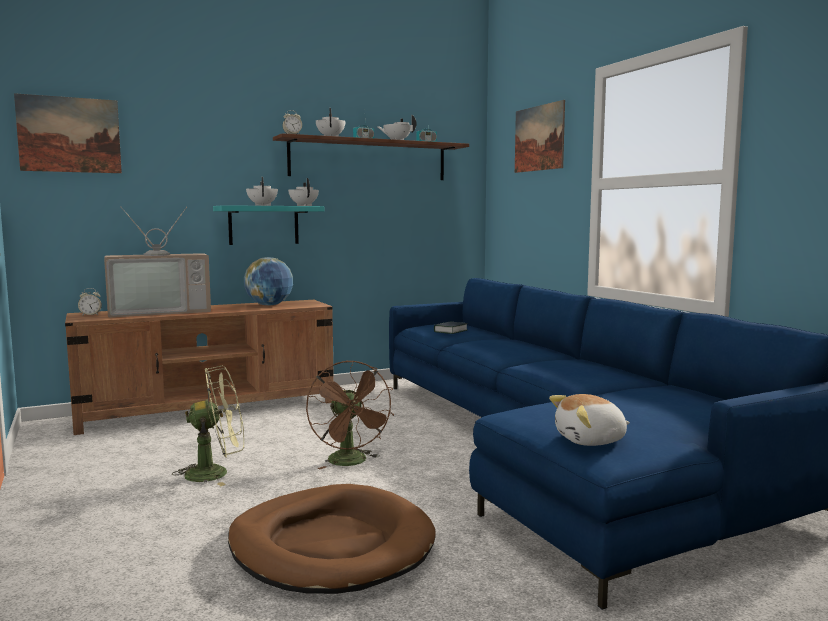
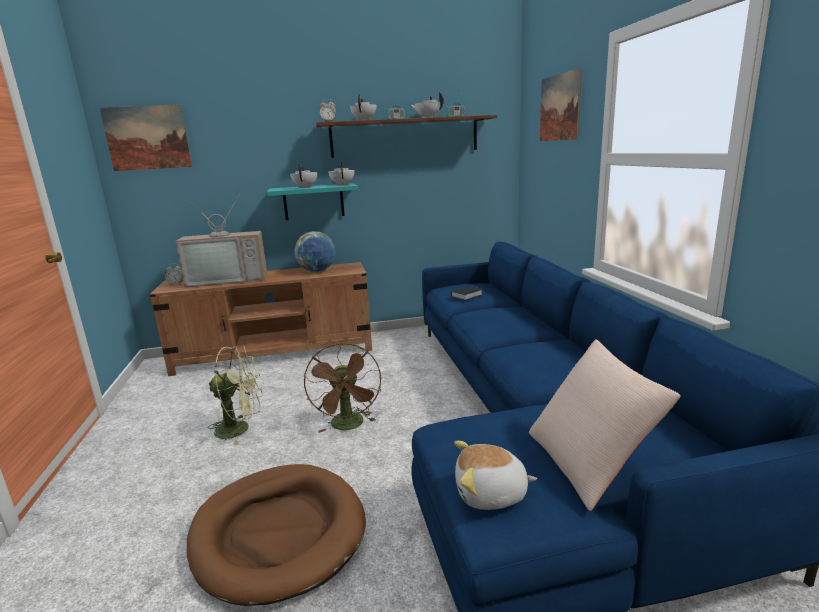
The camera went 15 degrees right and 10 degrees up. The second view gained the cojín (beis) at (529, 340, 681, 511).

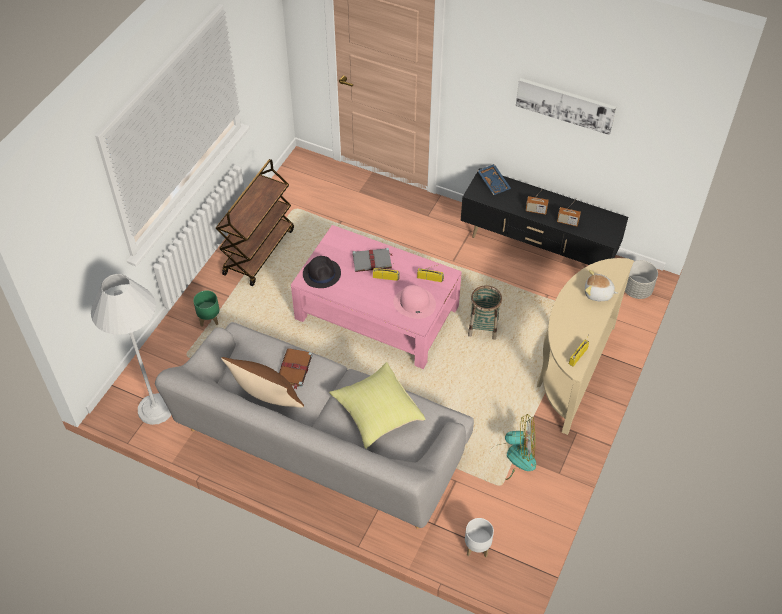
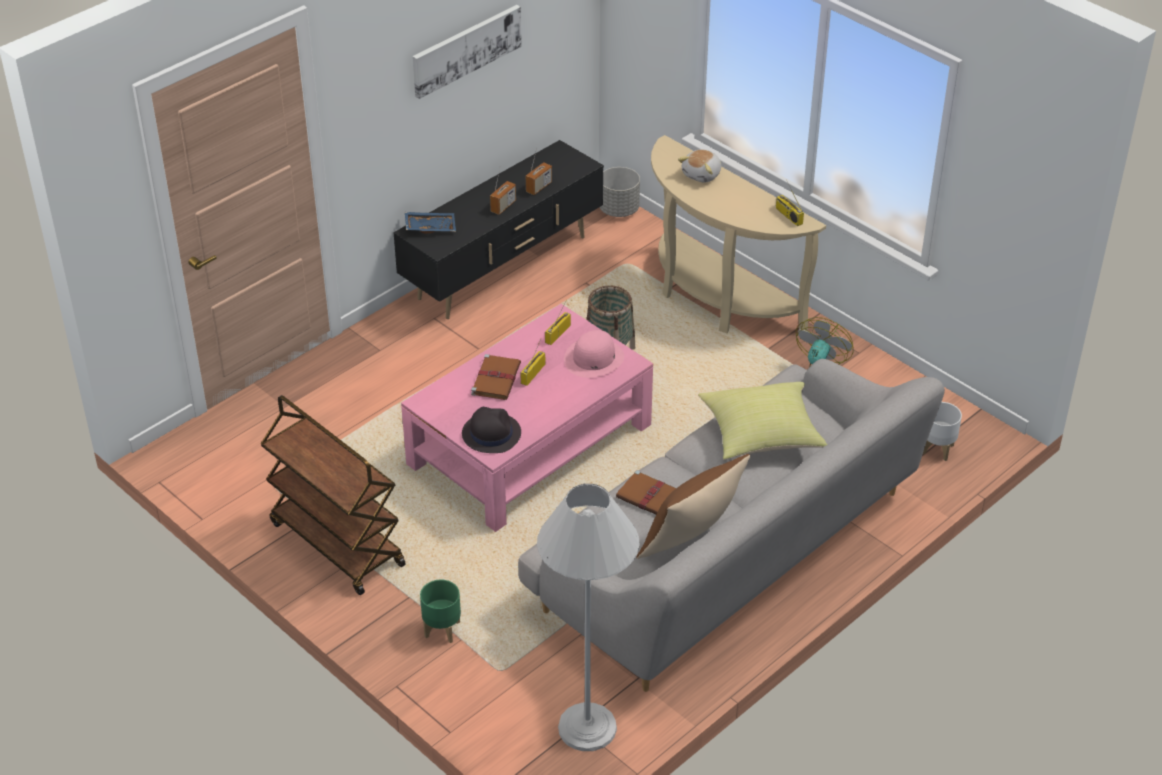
The camera went 70 degrees left and 10 degrees down. What was the libro (gris) at (352, 248, 393, 272) turned into the libro (marrón) at (471, 354, 521, 400).

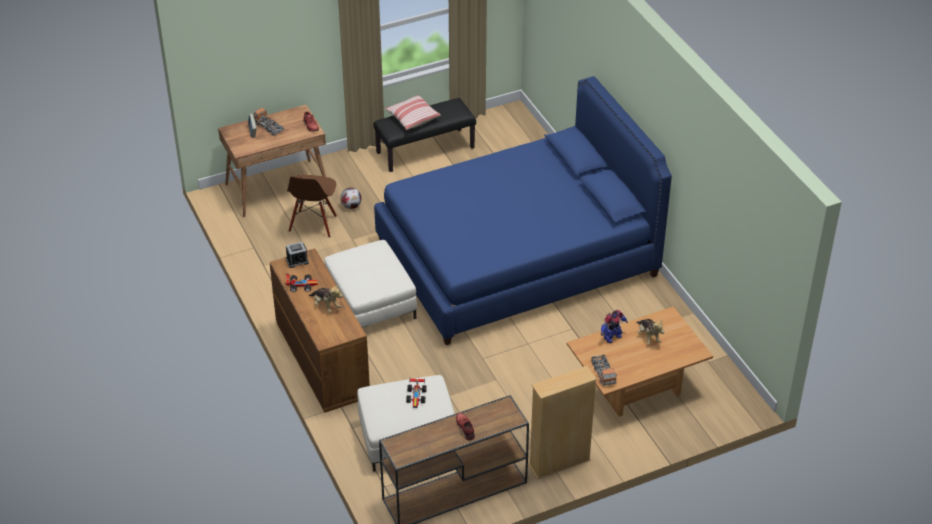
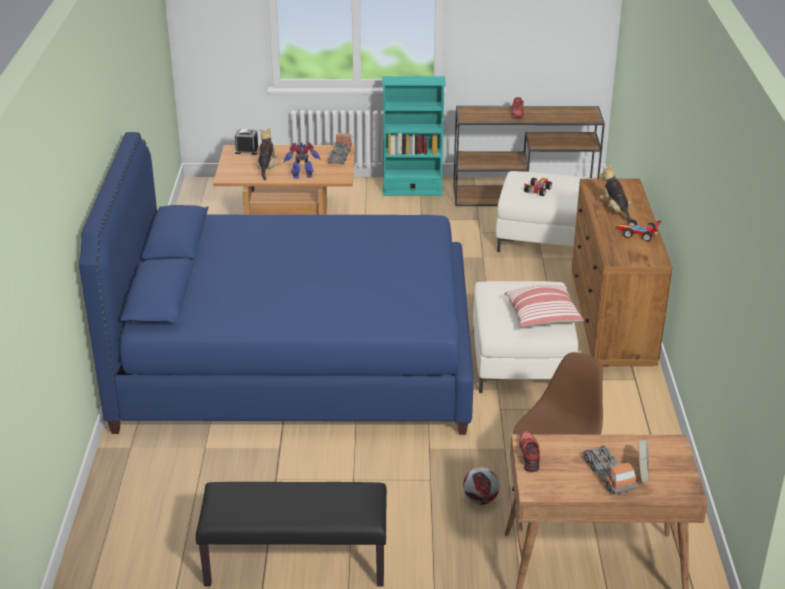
The camera went 155 degrees left and 10 degrees down. The despertador ended up elsewhere, having gone from (286, 242, 309, 268) to (235, 129, 259, 155). The cojín ended up elsewhere, having gone from (385, 95, 441, 130) to (504, 285, 584, 327). What was the estantería (beis) at (528, 366, 597, 479) turned into the estantería (turquesa) at (382, 76, 446, 196).

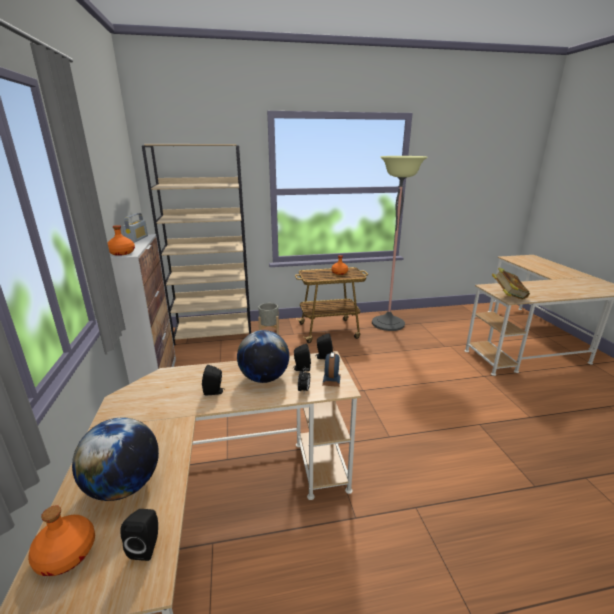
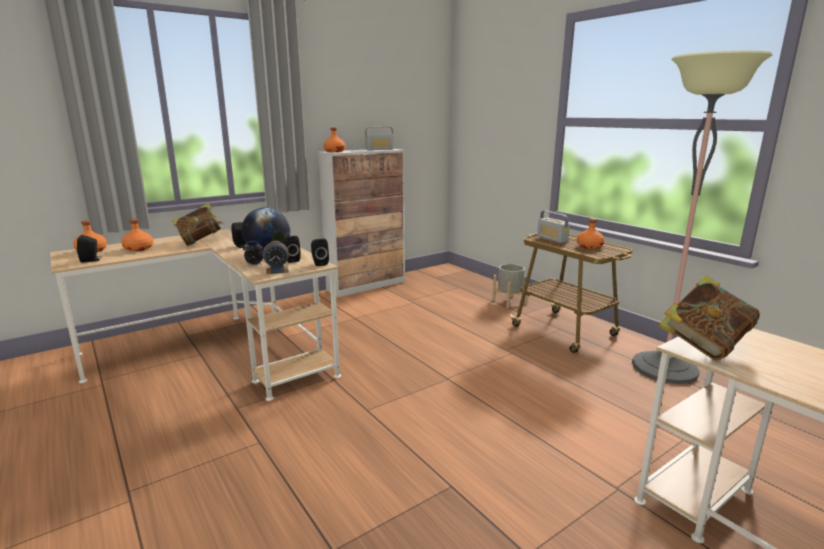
The camera went 65 degrees right and 5 degrees down. The second view lost the estantería (beis) at (142, 144, 251, 345). The second view gained the libro at (172, 203, 223, 246). The second view gained the radio at (537, 211, 570, 243). Where the globo terráqueo stood at (72, 417, 159, 501), the botella (naranja) came to stand at (121, 219, 153, 251).

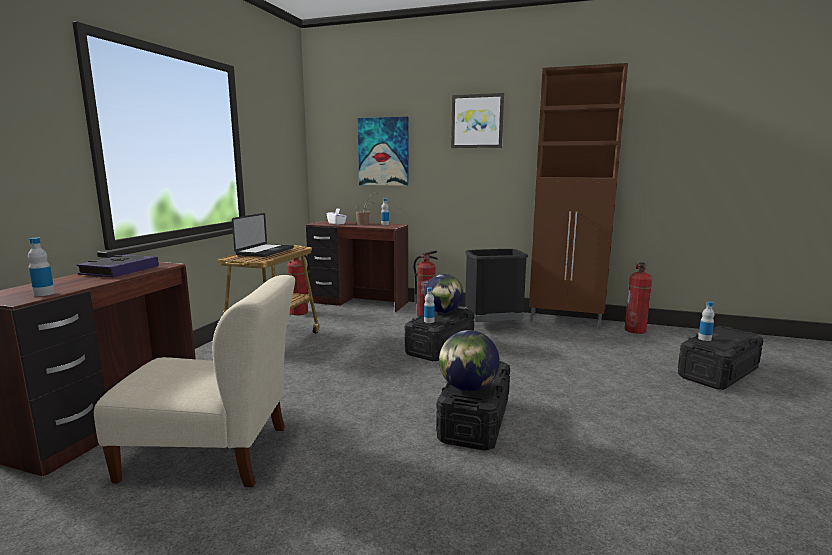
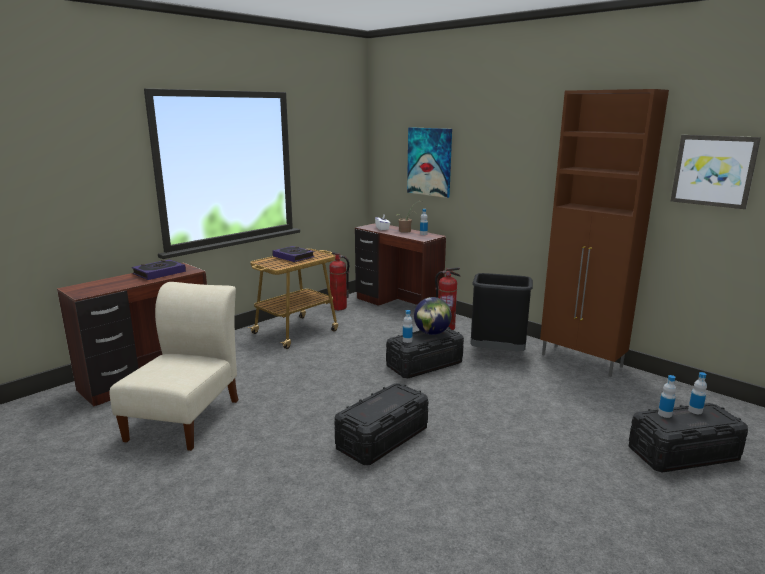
The camera went 25 degrees right and 5 degrees up. The second view lost the globo terráqueo at (439, 330, 500, 391). The second view lost the extintor at (625, 262, 652, 334). The botella ended up elsewhere, having gone from (28, 238, 55, 296) to (688, 372, 707, 414). The cuadro ended up elsewhere, having gone from (451, 93, 504, 148) to (671, 135, 761, 209). Where the portátil stood at (232, 213, 294, 257), the libro came to stand at (272, 246, 314, 262). The silla (beis) at (94, 275, 295, 487) ended up facing another way, 105 degrees counterclockwise from before.

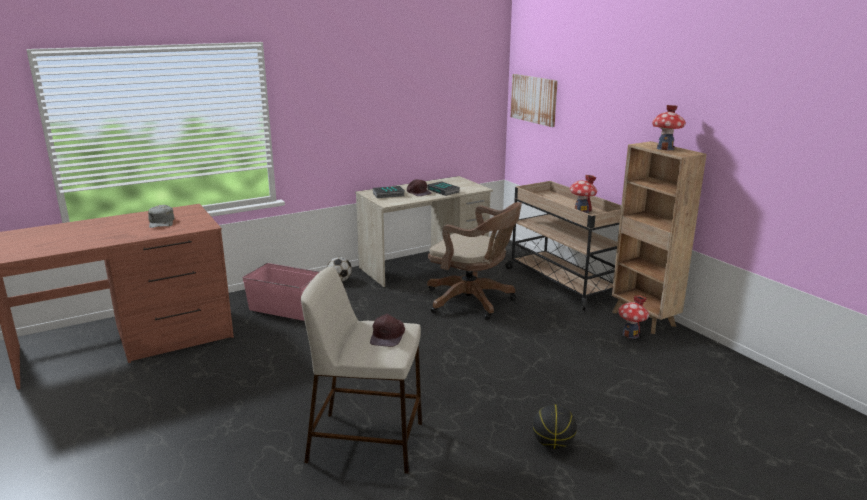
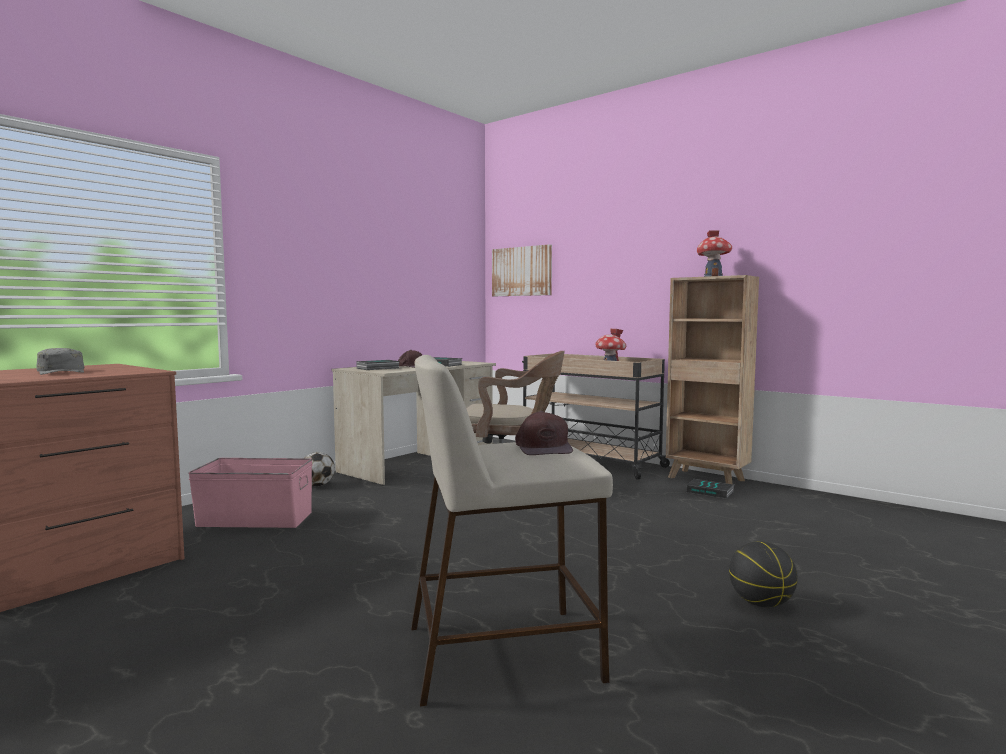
The camera went 20 degrees left and 15 degrees down. Where the casita stood at (618, 295, 649, 339), the libro came to stand at (686, 479, 734, 499).

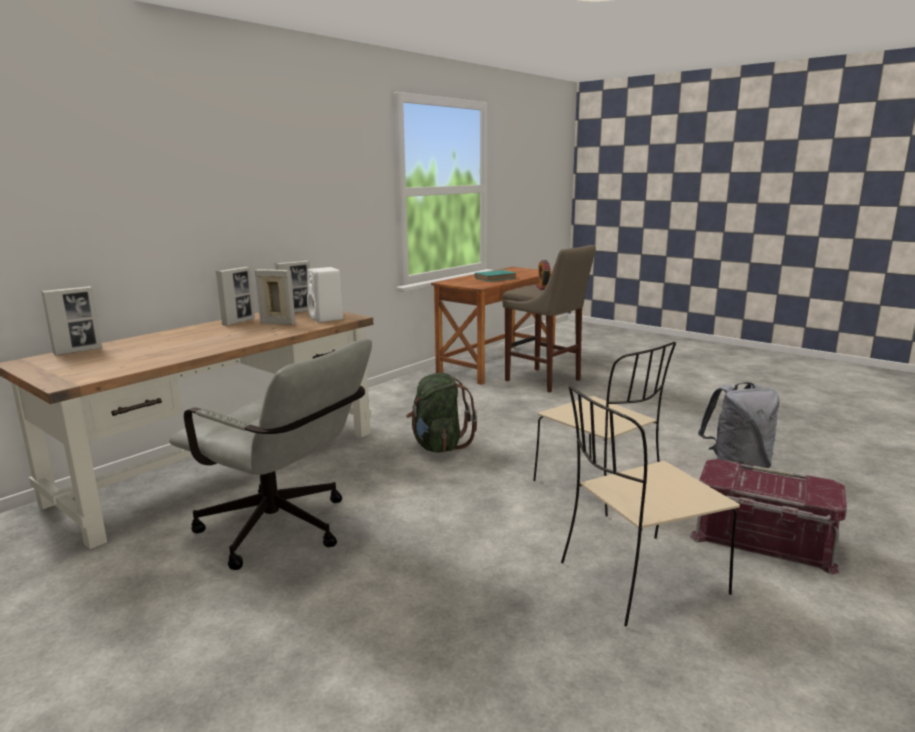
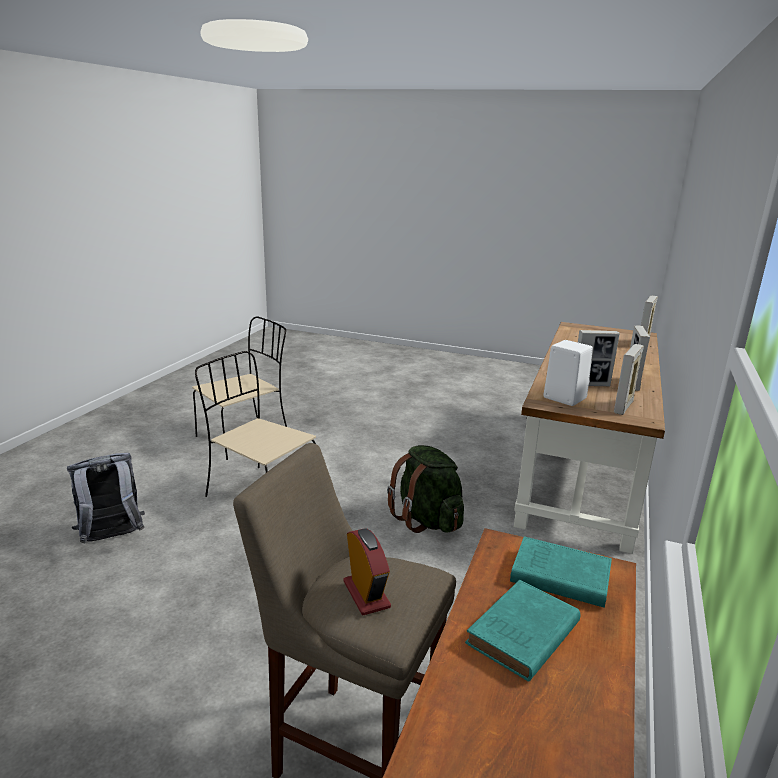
The camera went 160 degrees right and 5 degrees up. The second view lost the silla de oficina (gris) at (169, 339, 372, 570). The second view lost the caja de almacenaje (rojo) at (690, 459, 847, 574). The second view gained the libro (turquesa) at (510, 536, 612, 608).

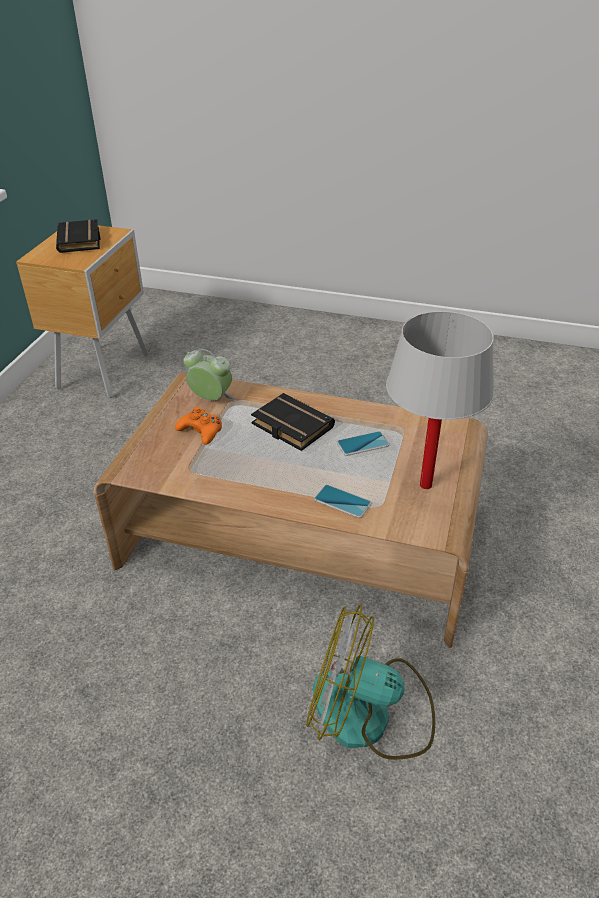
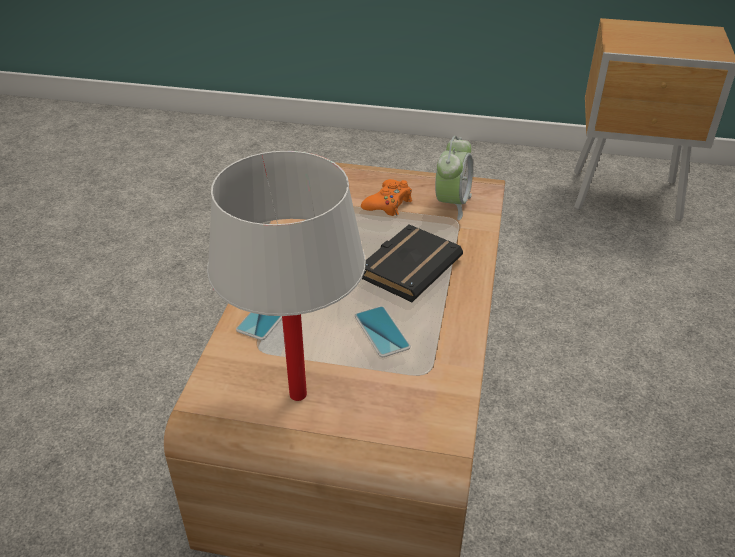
The camera went 85 degrees right and 0 degrees up. The second view lost the libro (negro) at (56, 219, 100, 253). The second view lost the ventilador at (306, 604, 435, 760).

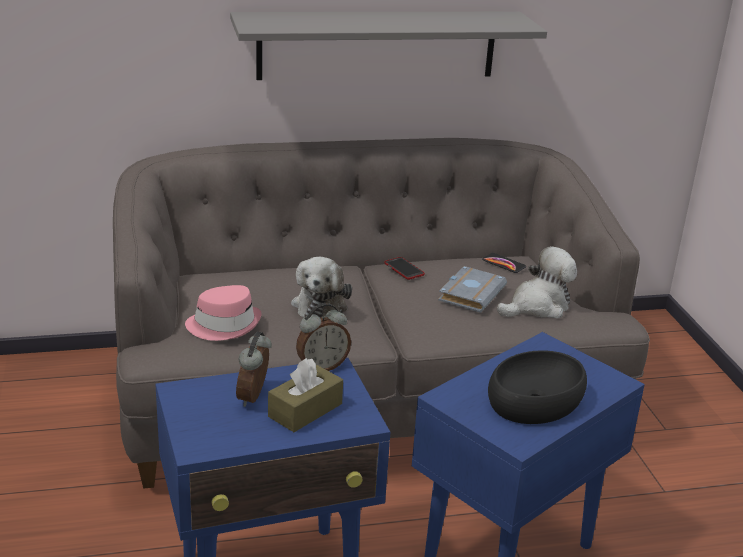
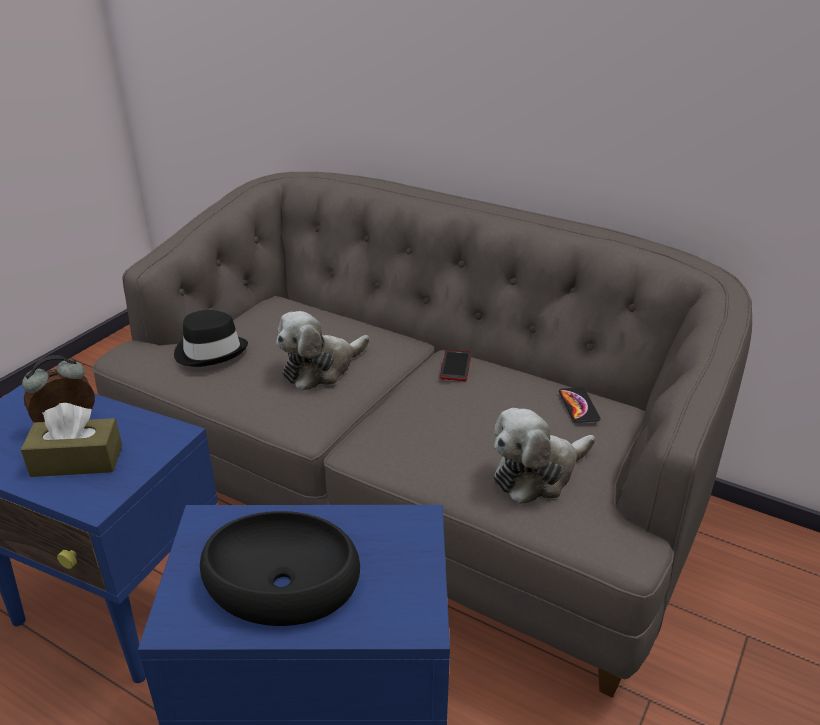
The camera went 45 degrees right and 5 degrees up. The second view lost the estante (gris) at (230, 12, 547, 80). The second view lost the despertador at (296, 303, 351, 371). The second view lost the libro (gris) at (438, 266, 507, 313). What was the sombrero (rosa) at (185, 285, 262, 341) turned into the sombrero (negro) at (174, 310, 248, 367). The peluche at (497, 246, 577, 319) ended up facing another way, 135 degrees clockwise from before.

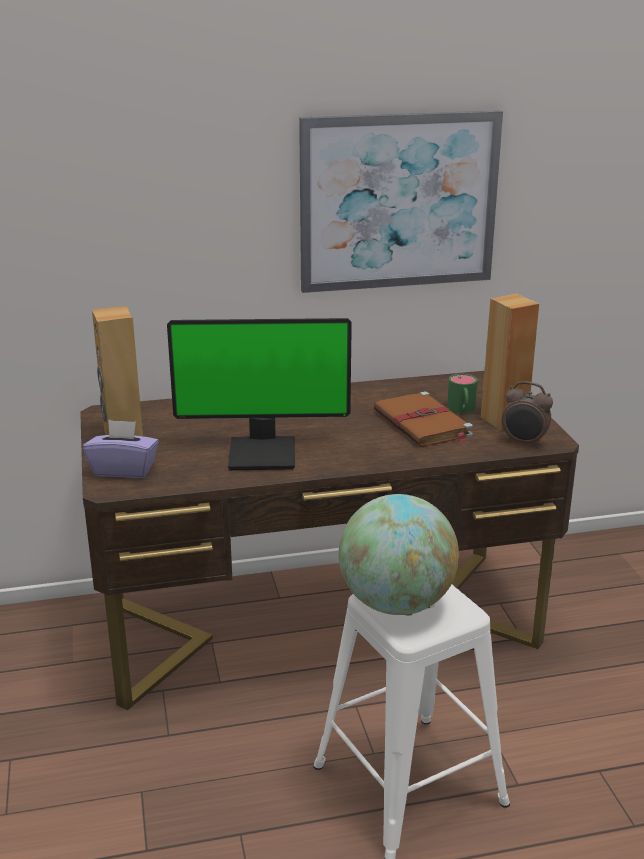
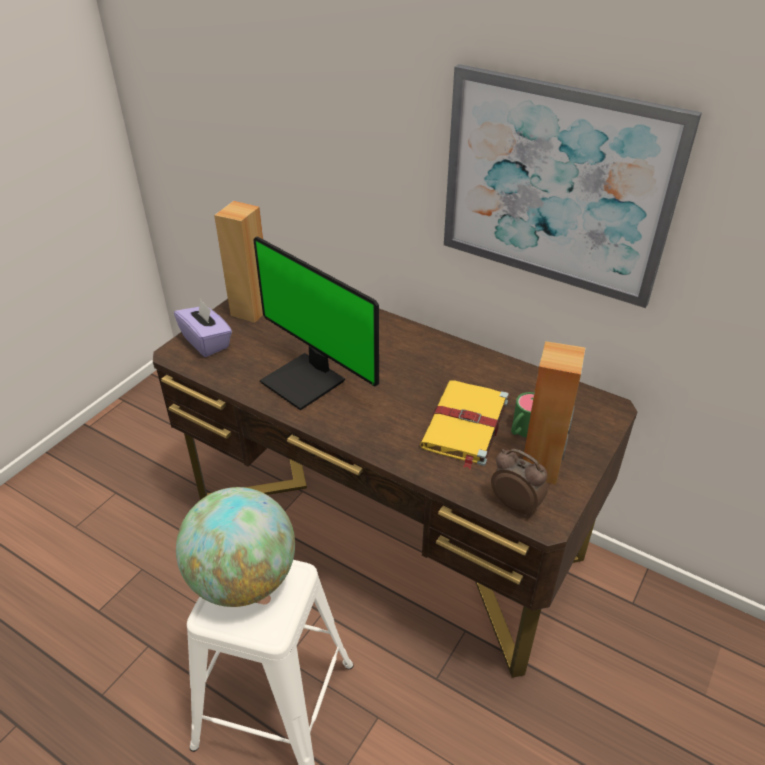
The camera went 45 degrees right and 15 degrees up. What was the libro (marrón) at (374, 391, 473, 446) turned into the libro (amarillo) at (420, 380, 509, 469). The despertador at (502, 381, 553, 448) ended up facing another way, 150 degrees clockwise from before.

